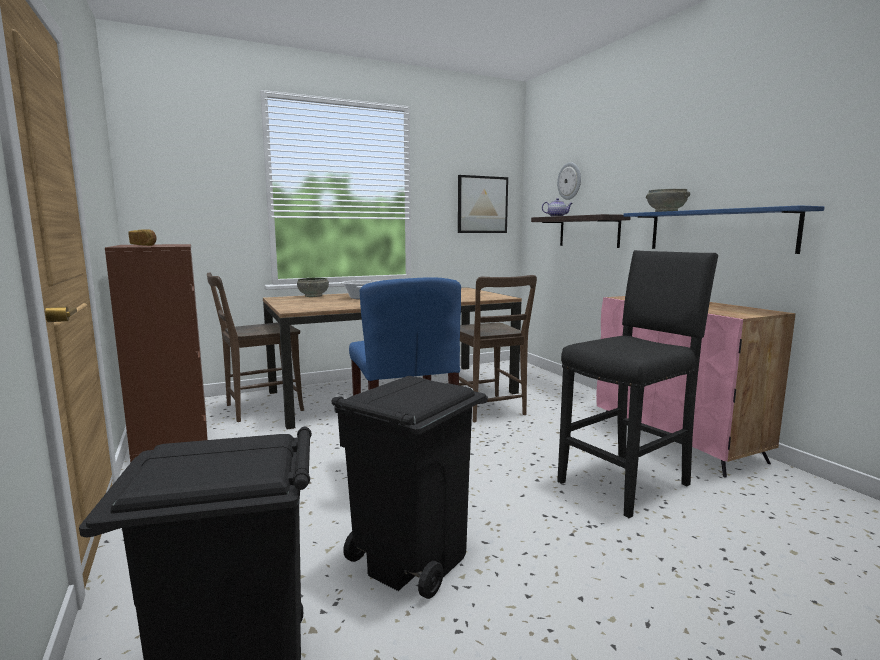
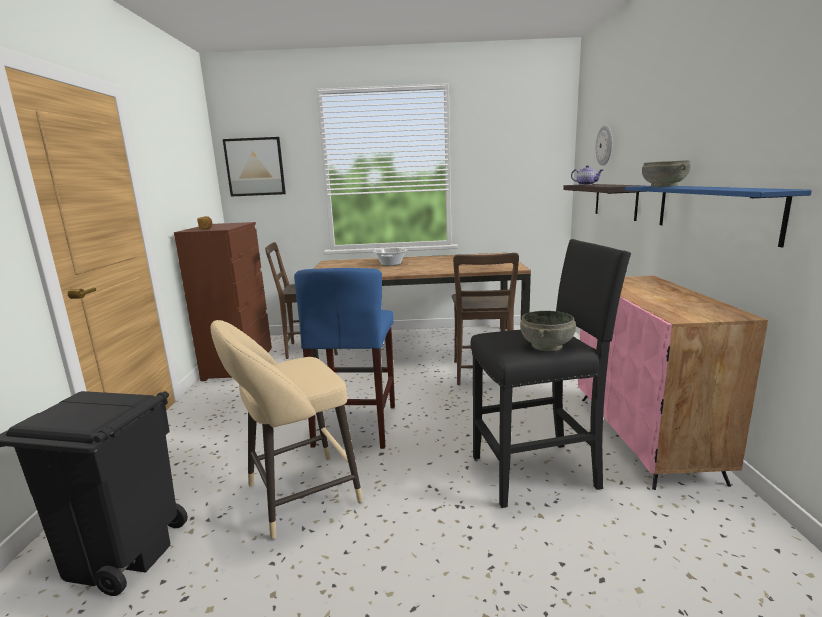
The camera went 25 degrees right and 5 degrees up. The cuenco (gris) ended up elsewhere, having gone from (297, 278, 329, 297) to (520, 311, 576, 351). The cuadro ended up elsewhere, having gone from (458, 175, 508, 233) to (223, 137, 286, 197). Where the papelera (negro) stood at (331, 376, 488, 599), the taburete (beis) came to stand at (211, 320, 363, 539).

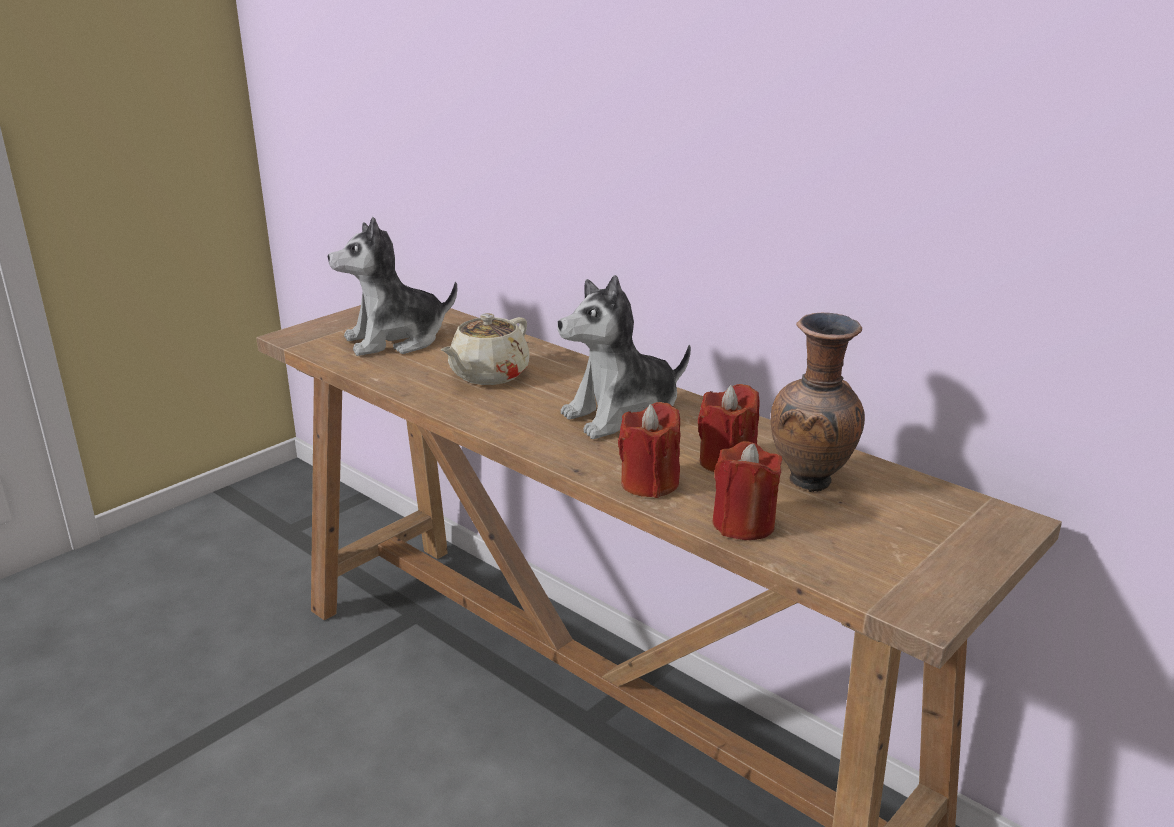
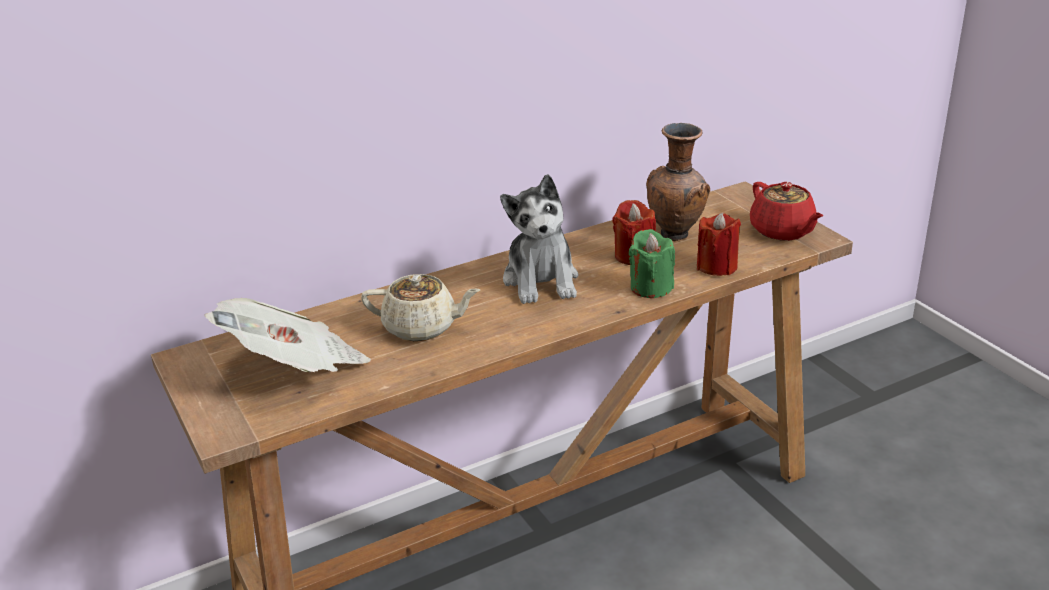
The camera went 70 degrees left and 5 degrees up. The second view gained the tetera (rojo) at (750, 182, 823, 241). Where the peluche stood at (328, 217, 458, 356), the periódico came to stand at (204, 298, 371, 373). What was the vela (rojo) at (618, 402, 680, 498) turned into the vela (verde) at (629, 229, 675, 298). The tetera (beis) at (441, 313, 530, 385) ended up facing another way, 45 degrees counterclockwise from before.

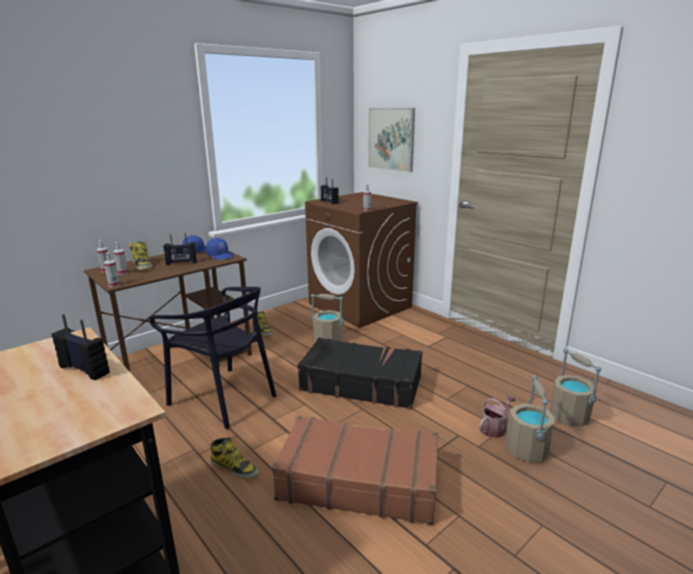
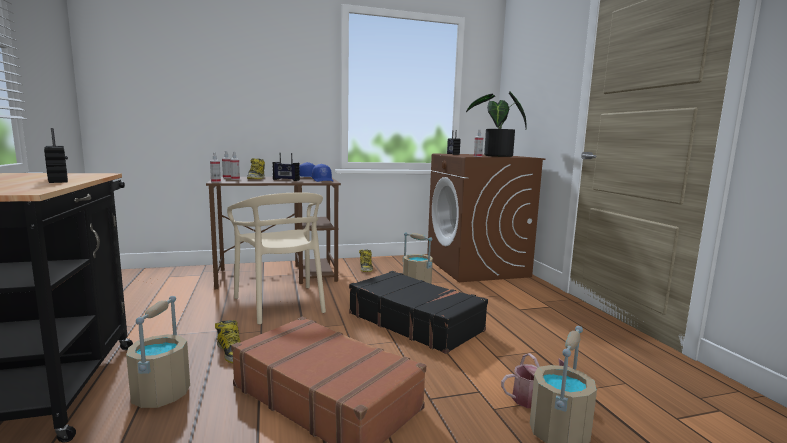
The camera went 25 degrees right and 10 degrees down. The second view lost the cuadro at (368, 108, 415, 172). The second view gained the planta en maceta at (466, 92, 527, 157). The cubo (beis) ended up elsewhere, having gone from (550, 349, 601, 426) to (126, 296, 190, 408). What was the silla (negro) at (149, 287, 277, 429) turned into the silla (beis) at (227, 192, 326, 325).

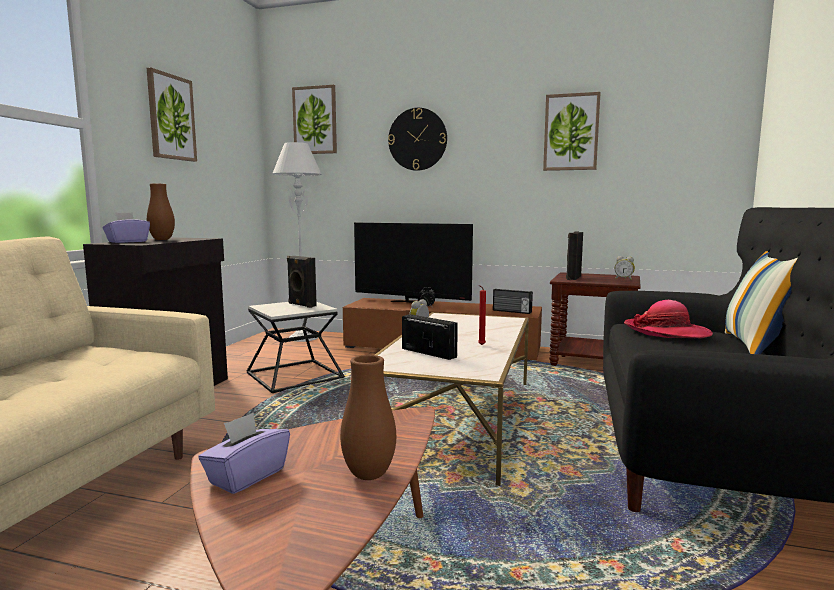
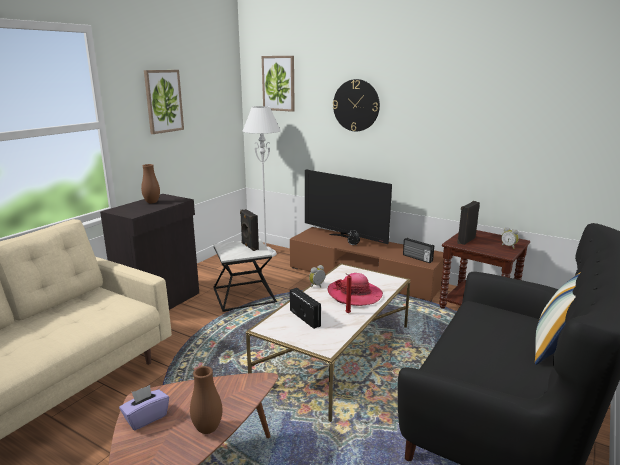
The camera went 15 degrees right and 10 degrees up. The second view lost the caja de pañuelos (morado) at (103, 212, 150, 243). The second view lost the cuadro at (543, 92, 601, 171). The sombrero ended up elsewhere, having gone from (624, 300, 713, 339) to (328, 273, 383, 306).

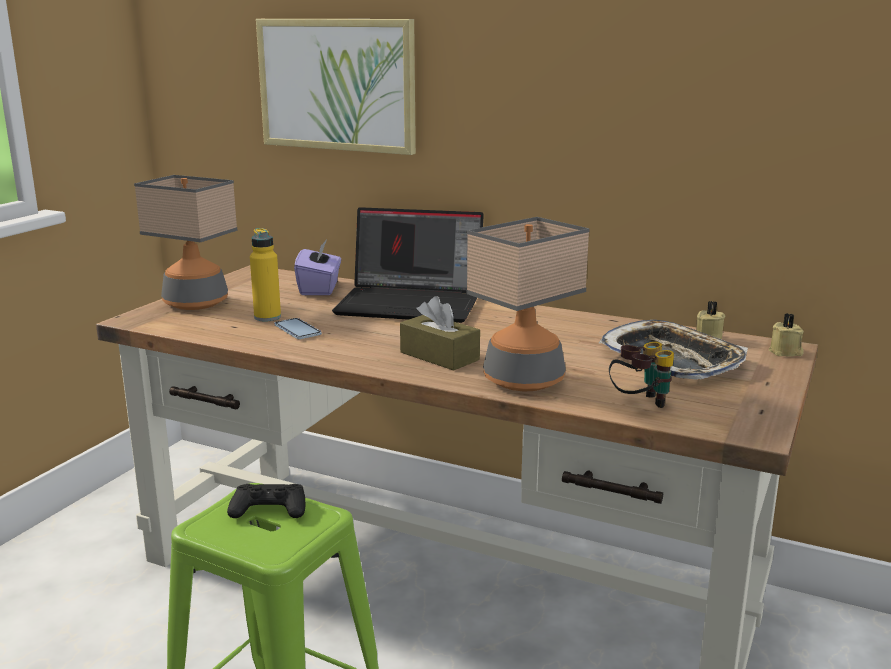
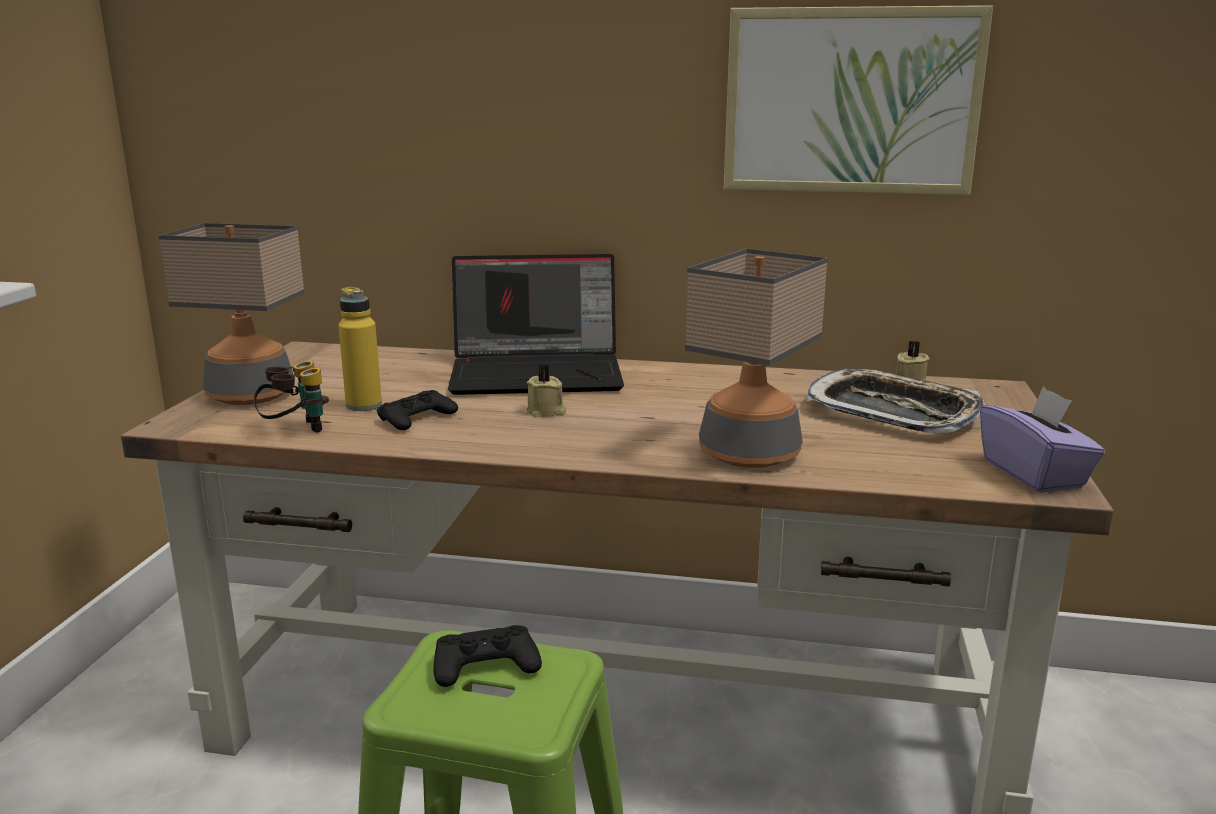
The camera went 15 degrees left and 0 degrees up. The second view lost the caja de pañuelos (marrón) at (400, 296, 480, 371). The cuadro ended up elsewhere, having gone from (256, 19, 416, 155) to (724, 5, 993, 195). The caja de pañuelos (morado) ended up elsewhere, having gone from (294, 239, 341, 295) to (980, 386, 1105, 493). The prismáticos ended up elsewhere, having gone from (609, 342, 674, 408) to (254, 361, 329, 433). The vela (beis) ended up elsewhere, having gone from (769, 313, 804, 356) to (527, 364, 566, 417). Where the móvil stood at (275, 318, 322, 339), the mando de consola (negro) came to stand at (377, 390, 458, 430).

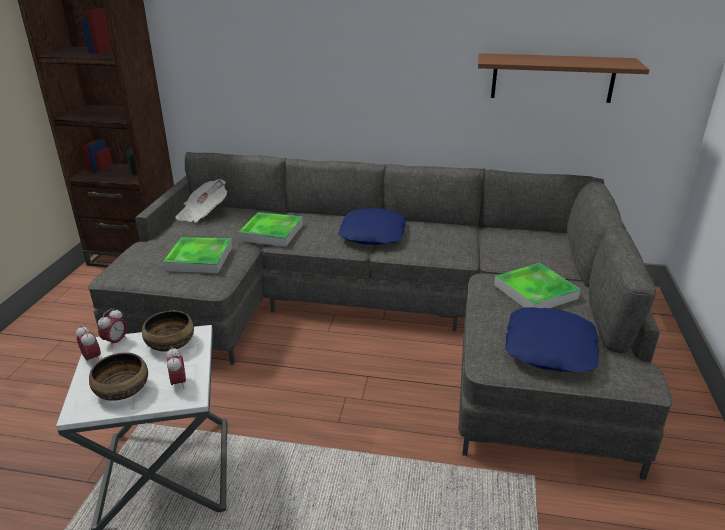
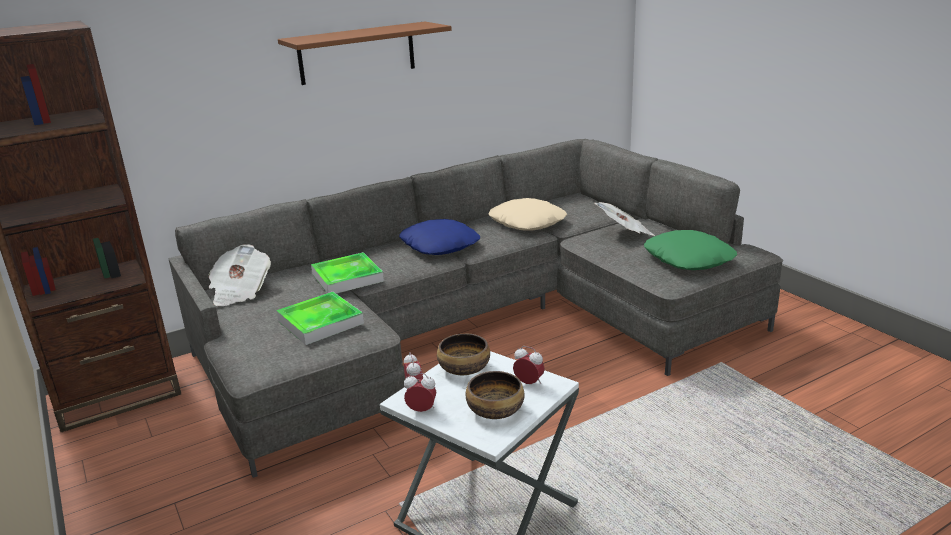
The camera went 40 degrees left and 5 degrees down. The second view gained the cojín (beis) at (488, 198, 567, 231). The estante (marrón) ended up elsewhere, having gone from (478, 53, 649, 103) to (278, 22, 452, 85). Where the bandeja stood at (494, 263, 580, 308), the periódico came to stand at (595, 202, 655, 236). What was the cojín (azul) at (505, 307, 599, 373) turned into the cojín (verde) at (644, 230, 737, 270).

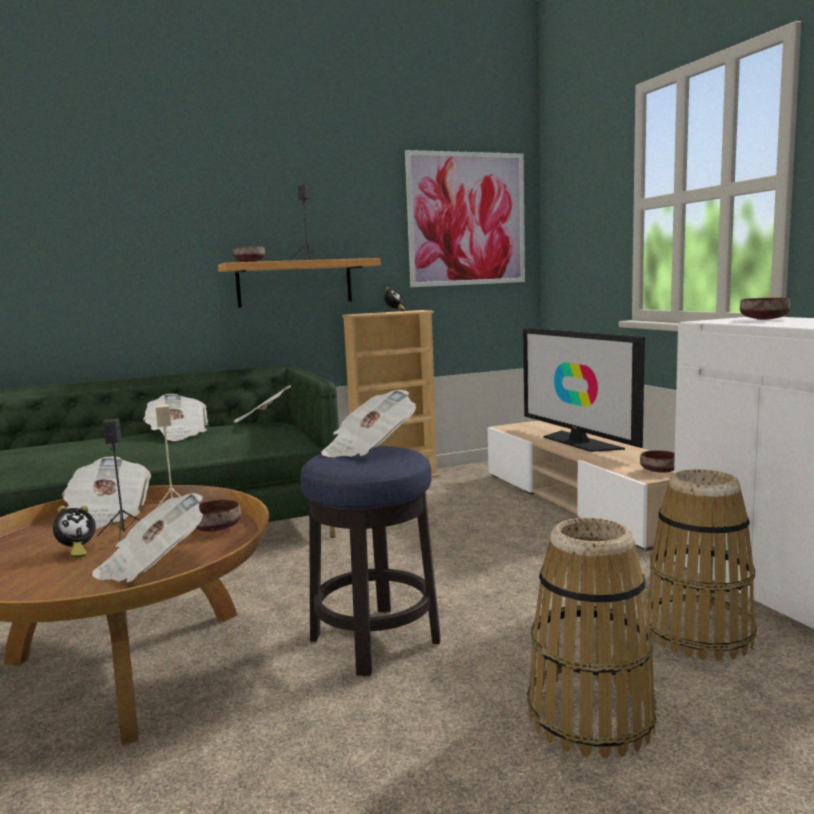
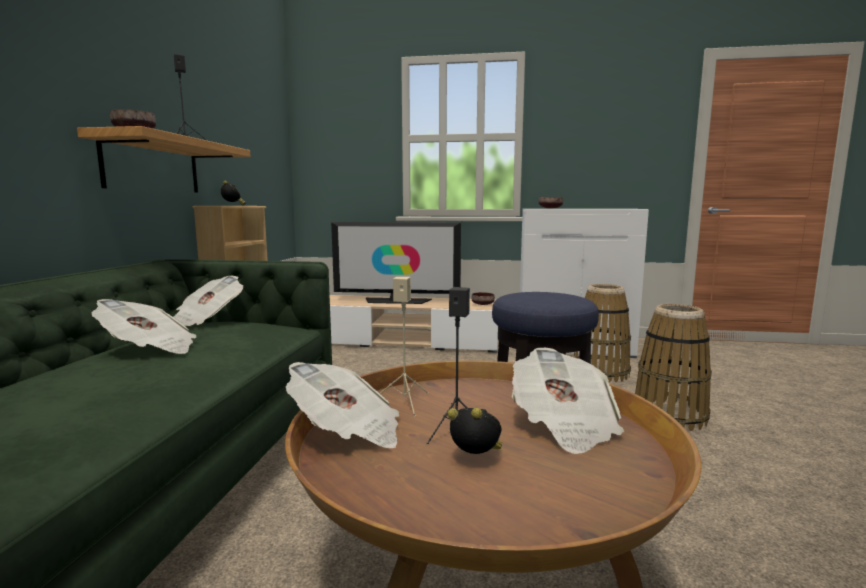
The camera went 60 degrees left and 0 degrees up. The second view lost the cuenco (marrón) at (195, 500, 241, 532). The second view lost the periódico at (321, 390, 416, 457). The second view lost the cuadro at (405, 150, 525, 287). The despertador at (53, 506, 96, 558) ended up facing another way, 45 degrees counterclockwise from before.

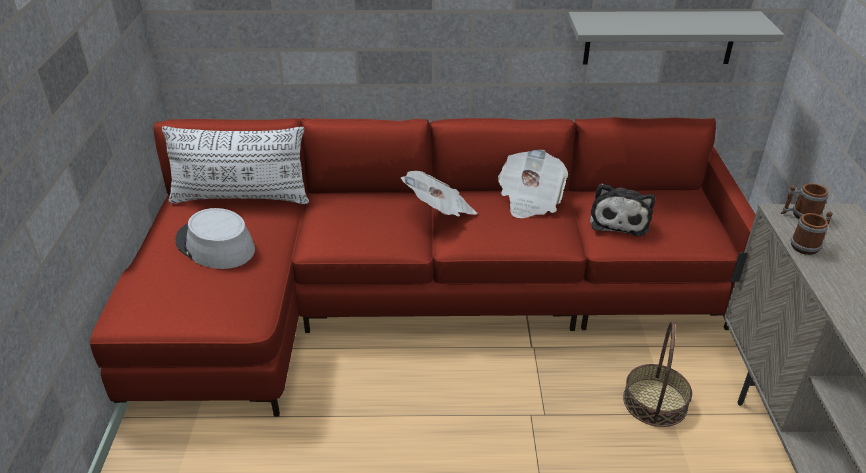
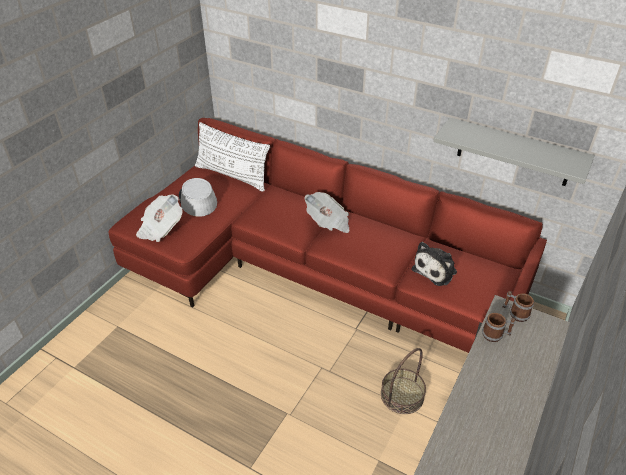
The camera went 30 degrees right and 5 degrees up. The periódico ended up elsewhere, having gone from (498, 150, 568, 218) to (136, 195, 183, 242).

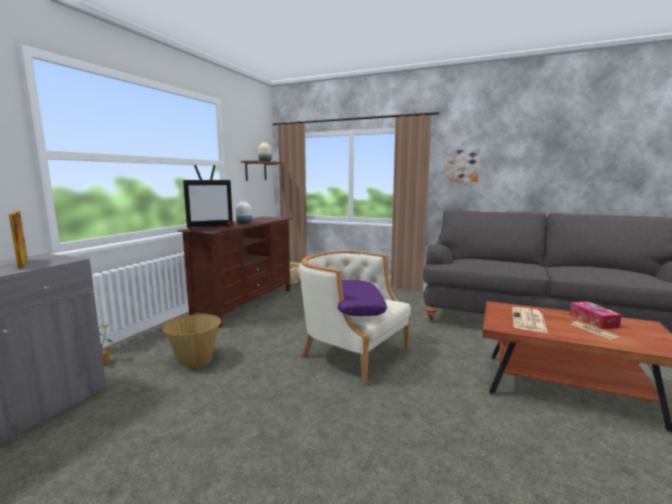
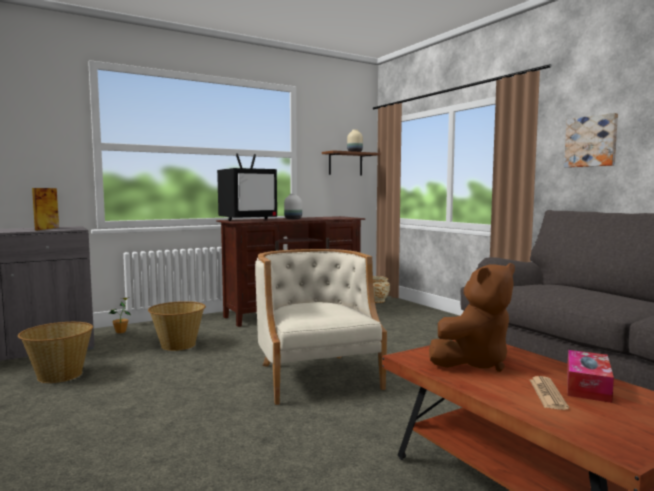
The camera went 35 degrees right and 5 degrees down. The second view lost the cojín (morado) at (338, 280, 387, 316). The second view gained the cesta at (18, 322, 93, 383). Where the periódico stood at (512, 307, 548, 333), the peluche (marrón) came to stand at (429, 263, 515, 372). The televisor at (183, 165, 233, 229) ended up facing another way, 45 degrees counterclockwise from before.

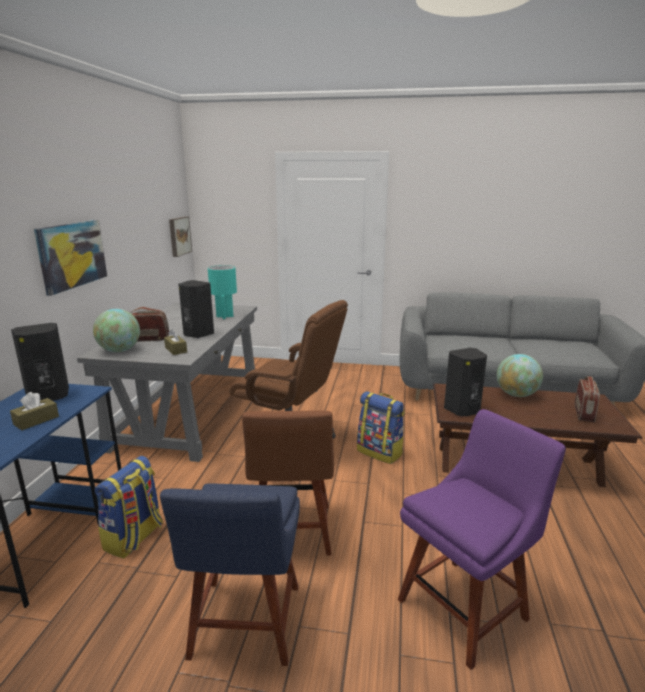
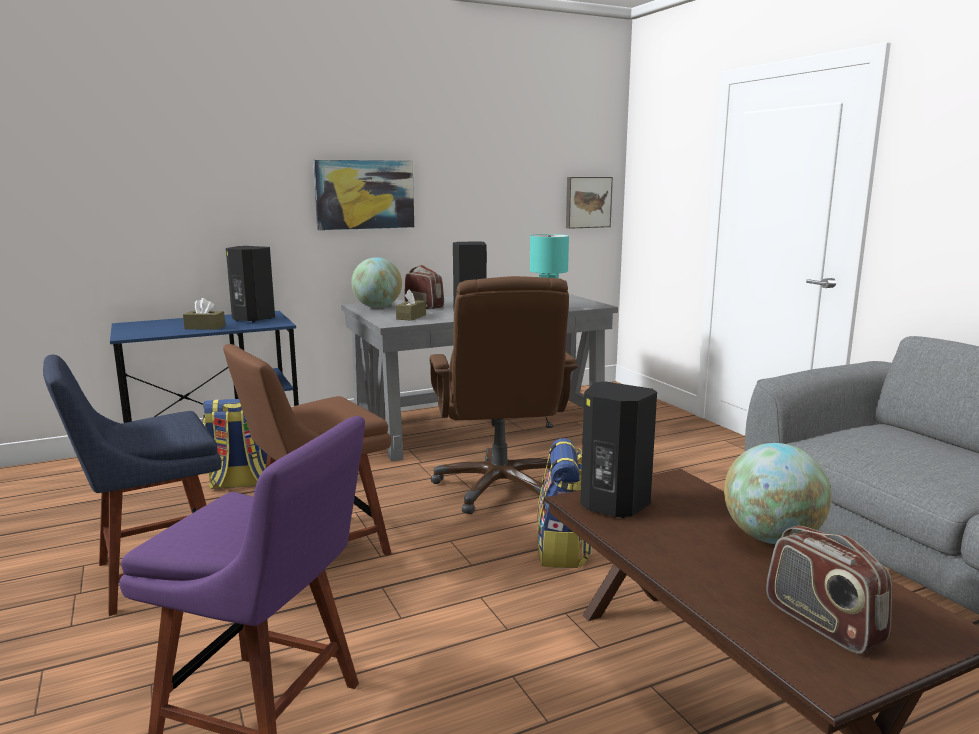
The camera went 55 degrees right and 5 degrees down. The radio at (575, 376, 600, 422) ended up facing another way, 75 degrees clockwise from before.

